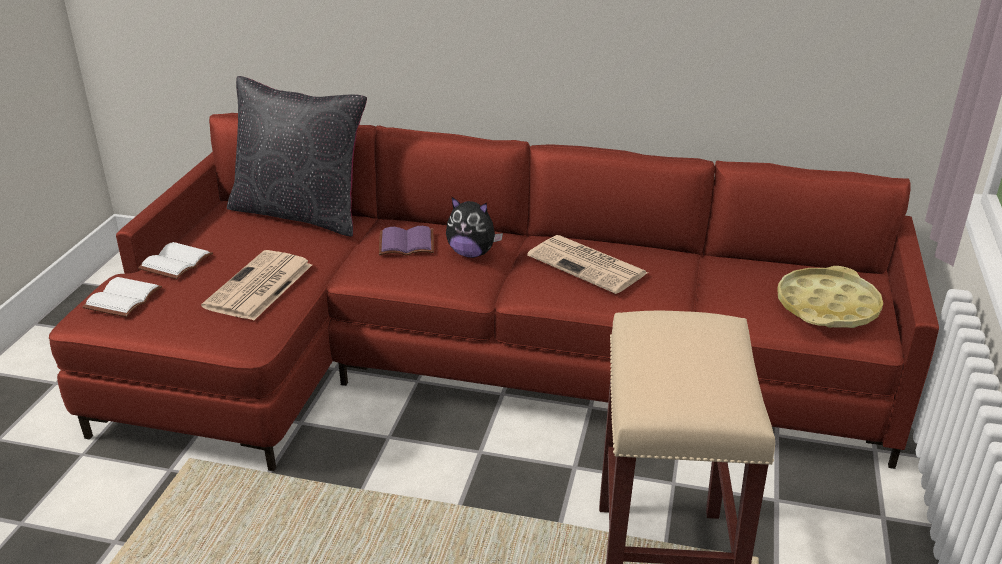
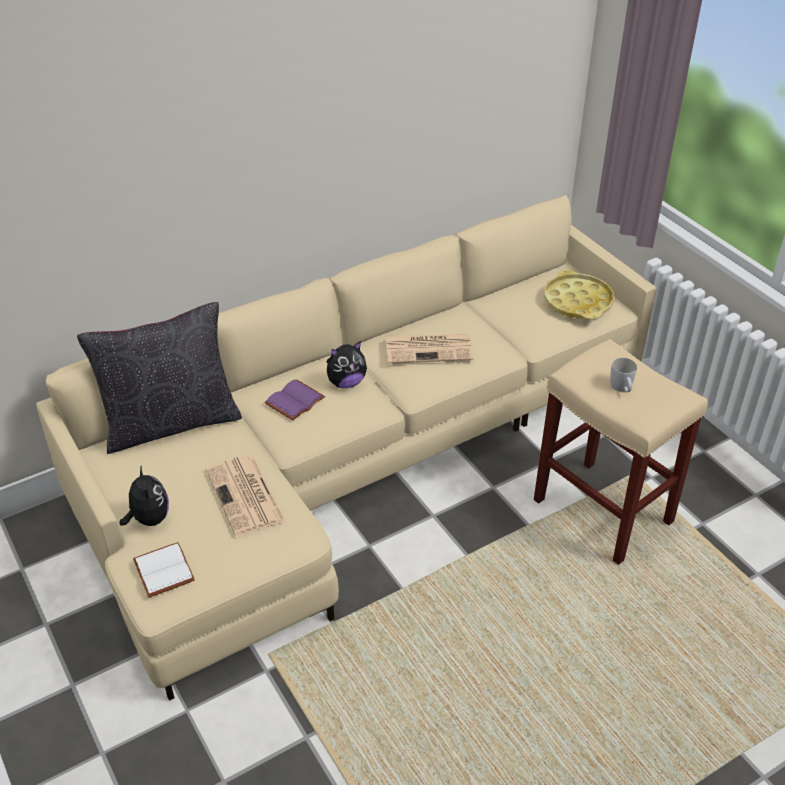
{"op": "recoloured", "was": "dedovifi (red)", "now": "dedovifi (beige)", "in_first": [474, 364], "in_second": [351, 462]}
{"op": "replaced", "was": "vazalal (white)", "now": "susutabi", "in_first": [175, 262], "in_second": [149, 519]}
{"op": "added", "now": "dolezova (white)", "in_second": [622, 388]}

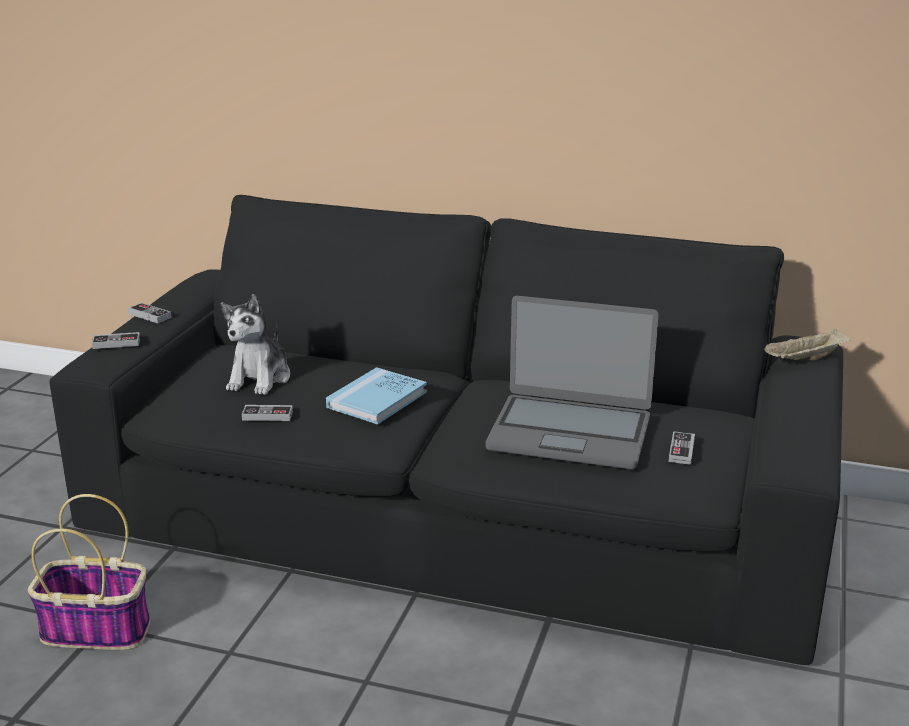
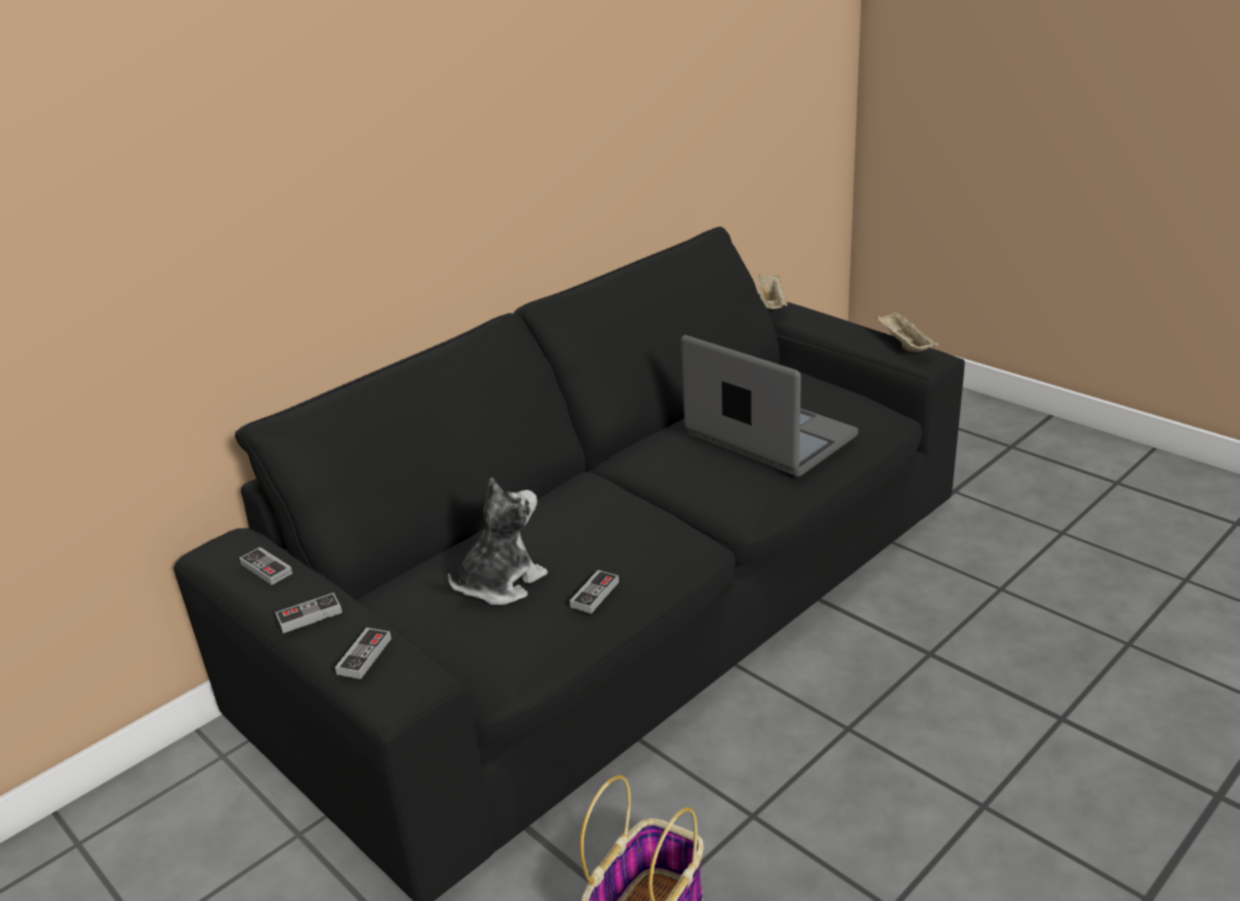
{"op": "turned", "was": "susutabi", "in_first": [260, 379], "in_second": [500, 583], "clockwise": -90}
{"op": "turned", "was": "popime", "in_first": [570, 432], "in_second": [769, 437], "clockwise": -90}
{"op": "removed", "was": "vazalal (blue)", "in_first": [377, 400]}
{"op": "moved", "was": "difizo", "in_first": [681, 450], "in_second": [266, 569]}
{"op": "added", "now": "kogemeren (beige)", "in_second": [904, 344]}

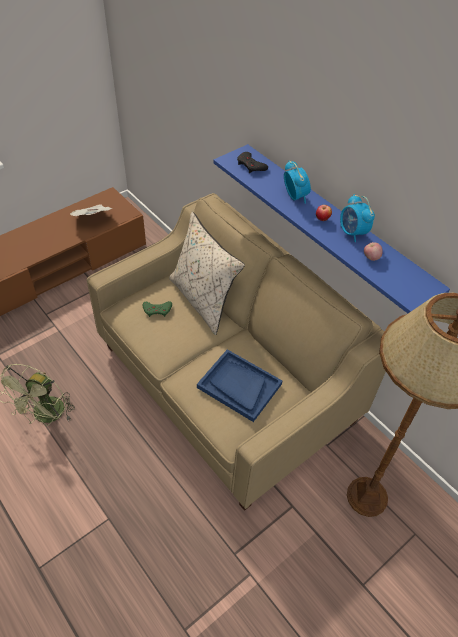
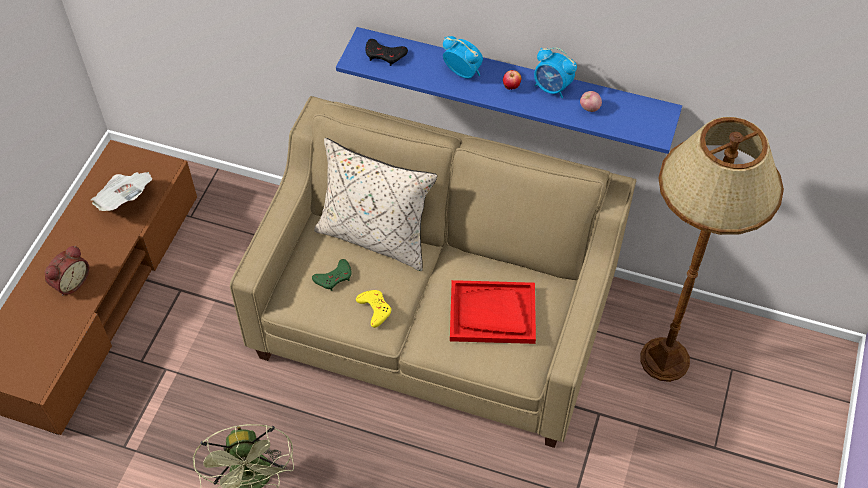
{"op": "recoloured", "was": "kogemeren (blue)", "now": "kogemeren (red)", "in_first": [239, 386], "in_second": [492, 314]}
{"op": "added", "now": "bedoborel", "in_second": [70, 282]}
{"op": "added", "now": "difizo (yellow)", "in_second": [375, 309]}

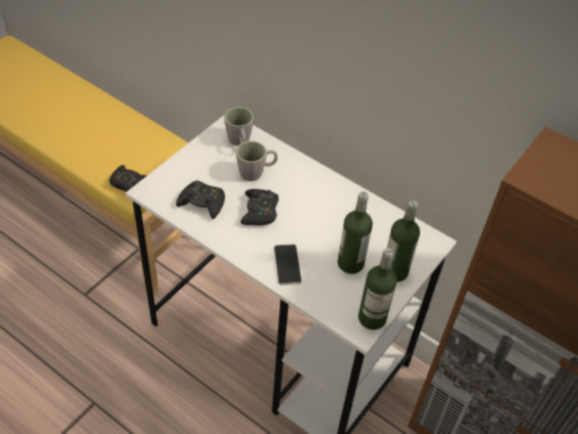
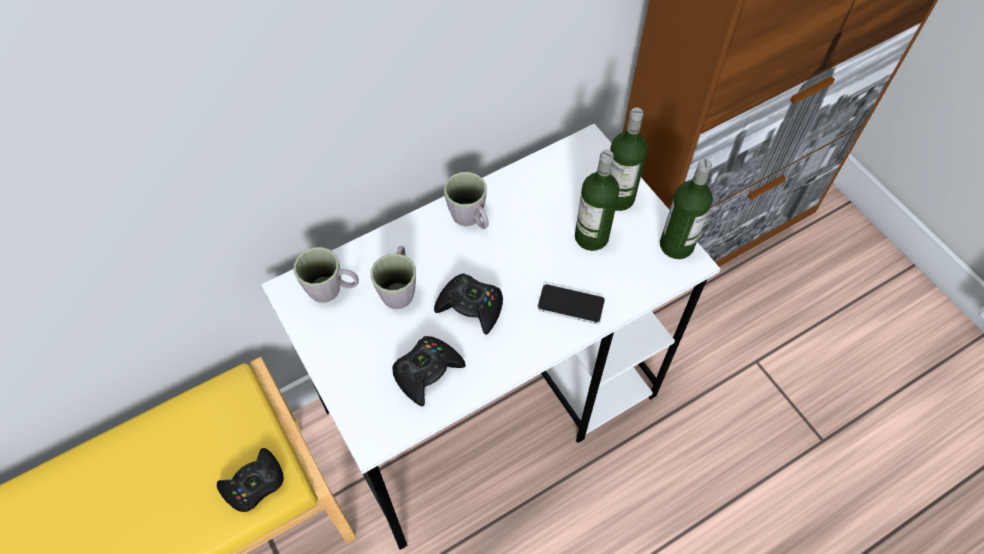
{"op": "added", "now": "dolezova (grey)", "in_second": [470, 219]}

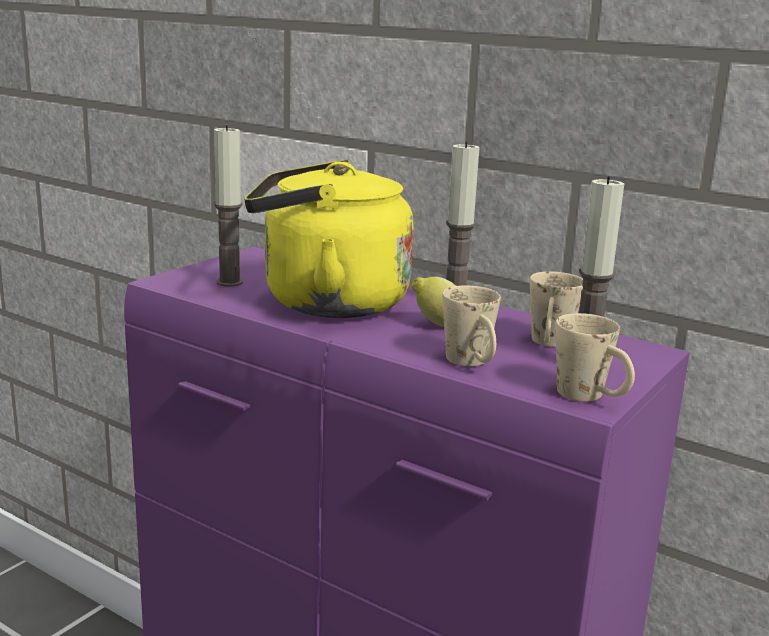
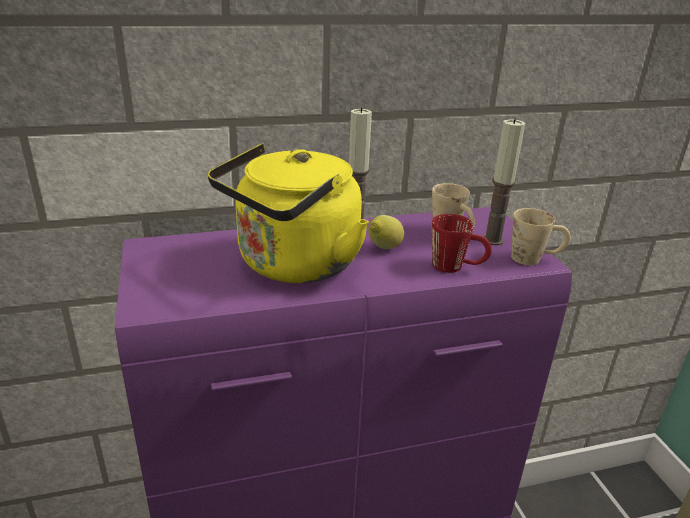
{"op": "removed", "was": "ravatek", "in_first": [229, 282]}
{"op": "recoloured", "was": "dolezova (beige)", "now": "dolezova (red)", "in_first": [473, 364], "in_second": [457, 267]}

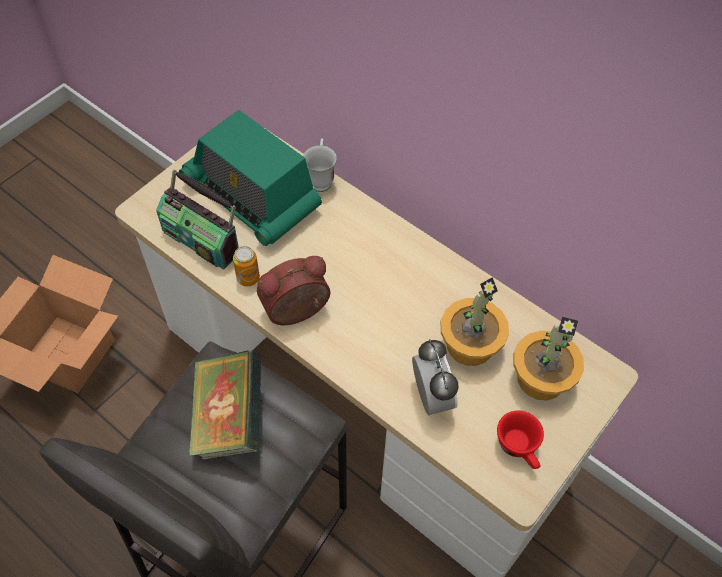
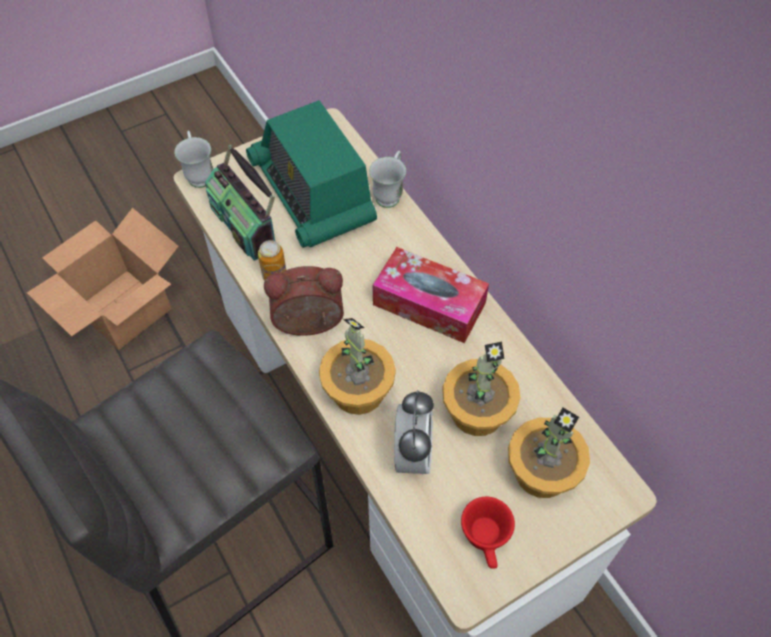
{"op": "removed", "was": "vazalal", "in_first": [229, 419]}
{"op": "added", "now": "dolezova (white)", "in_second": [199, 174]}
{"op": "added", "now": "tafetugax", "in_second": [429, 304]}
{"op": "added", "now": "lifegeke", "in_second": [357, 391]}

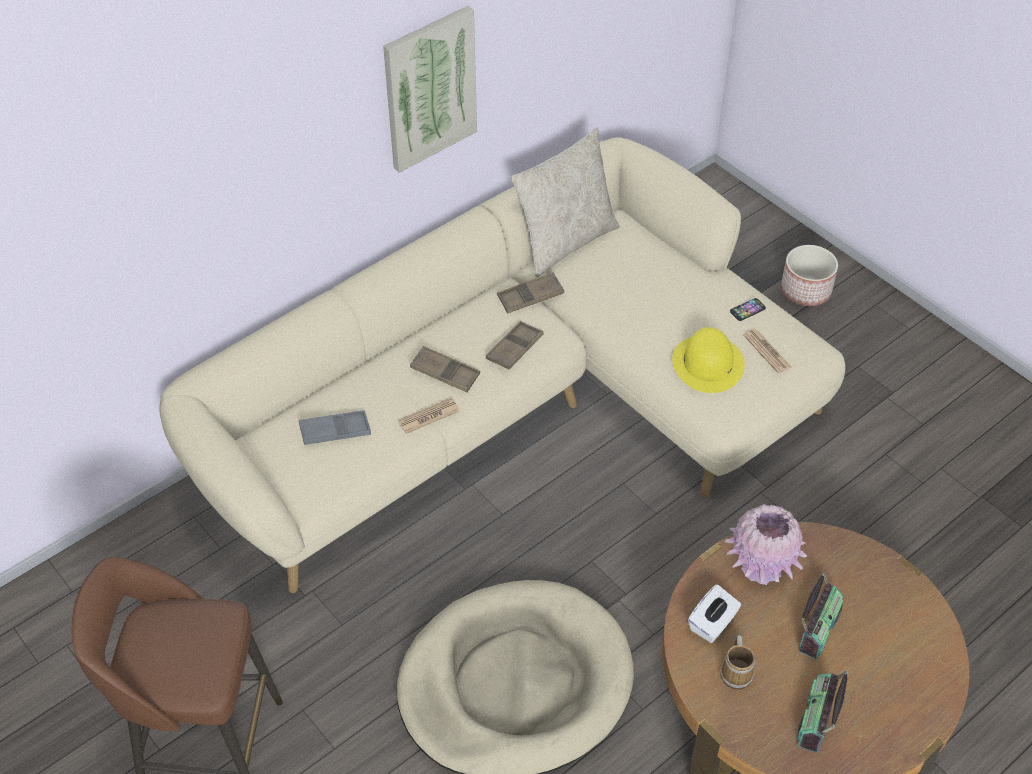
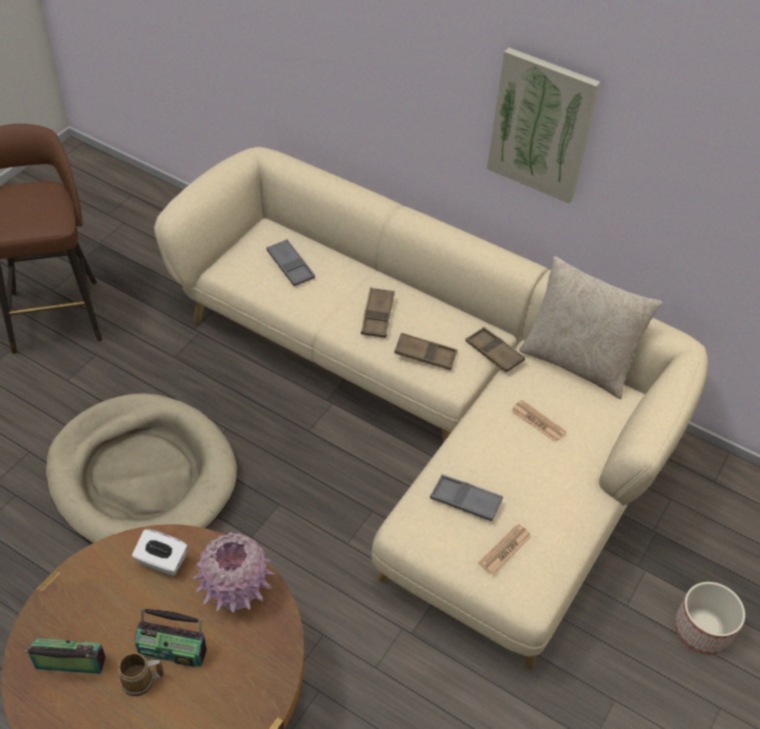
{"op": "removed", "was": "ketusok", "in_first": [747, 310]}
{"op": "replaced", "was": "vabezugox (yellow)", "now": "kogemeren (grey)", "in_first": [708, 363], "in_second": [465, 501]}
{"op": "moved", "was": "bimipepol", "in_first": [428, 416], "in_second": [538, 421]}
{"op": "moved", "was": "dolezova", "in_first": [737, 673], "in_second": [140, 681]}

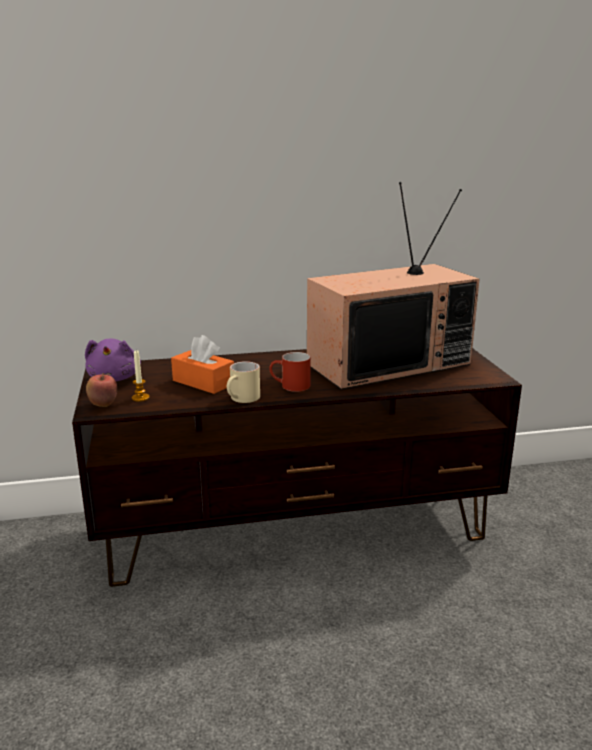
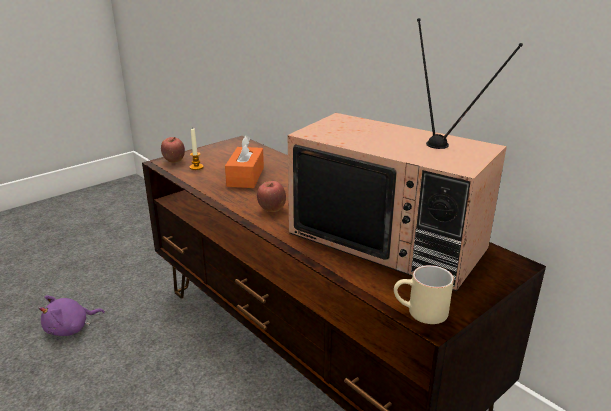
{"op": "moved", "was": "susutabi (purple)", "in_first": [115, 378], "in_second": [70, 328]}
{"op": "replaced", "was": "dolezova (red)", "now": "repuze", "in_first": [290, 386], "in_second": [272, 210]}
{"op": "moved", "was": "dolezova (beige)", "in_first": [242, 399], "in_second": [420, 312]}

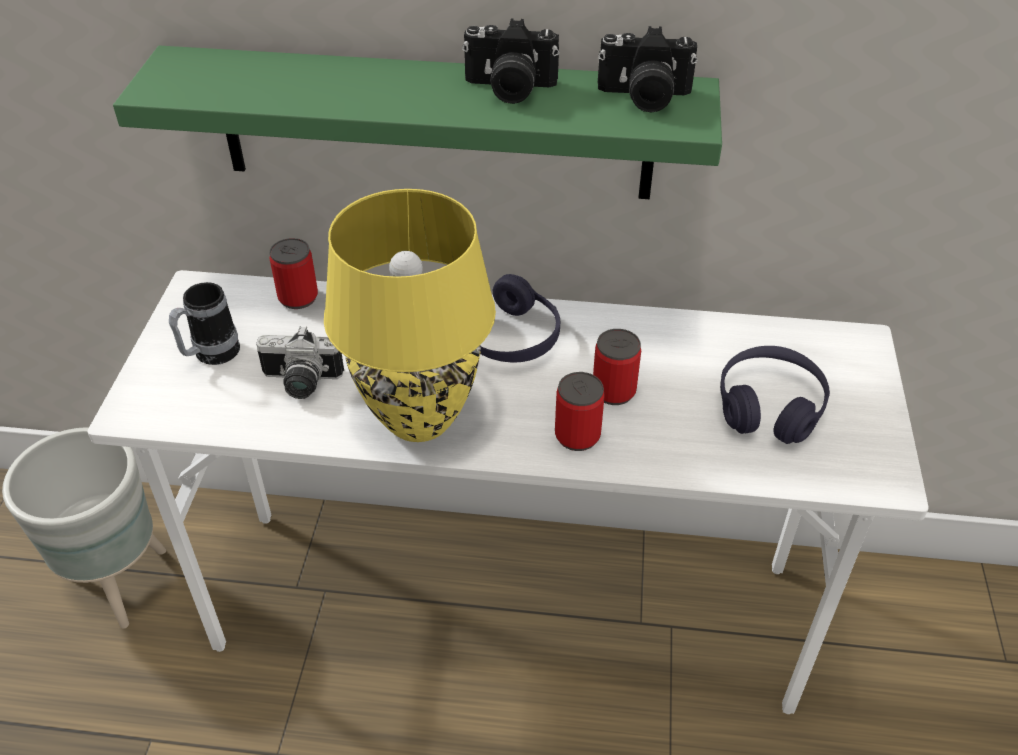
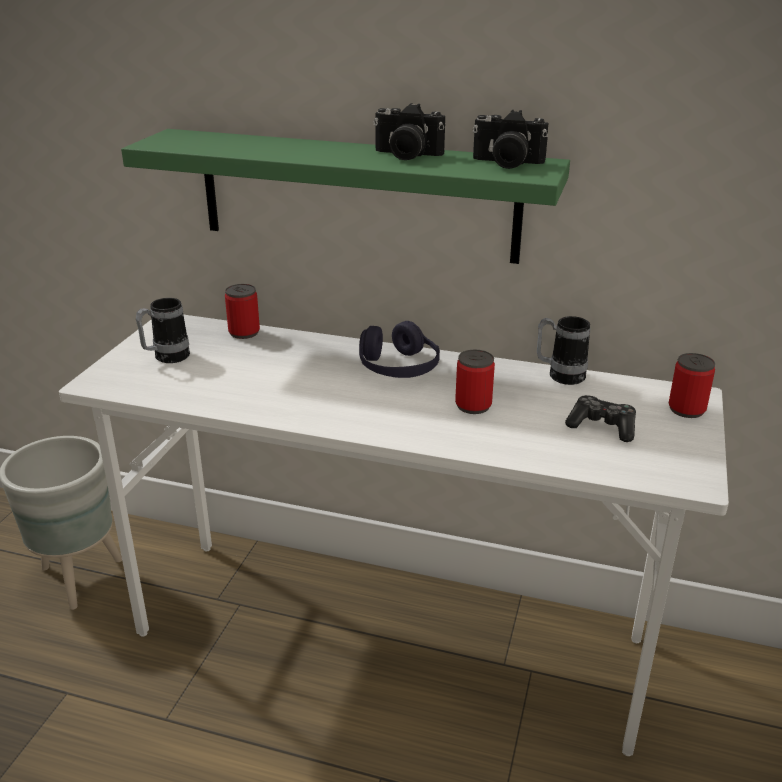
{"op": "removed", "was": "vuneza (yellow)", "in_first": [417, 418]}
{"op": "removed", "was": "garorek", "in_first": [300, 383]}
{"op": "replaced", "was": "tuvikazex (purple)", "now": "difizo", "in_first": [769, 406], "in_second": [602, 427]}
{"op": "moved", "was": "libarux", "in_first": [577, 436], "in_second": [686, 409]}
{"op": "added", "now": "dolezova", "in_second": [559, 376]}

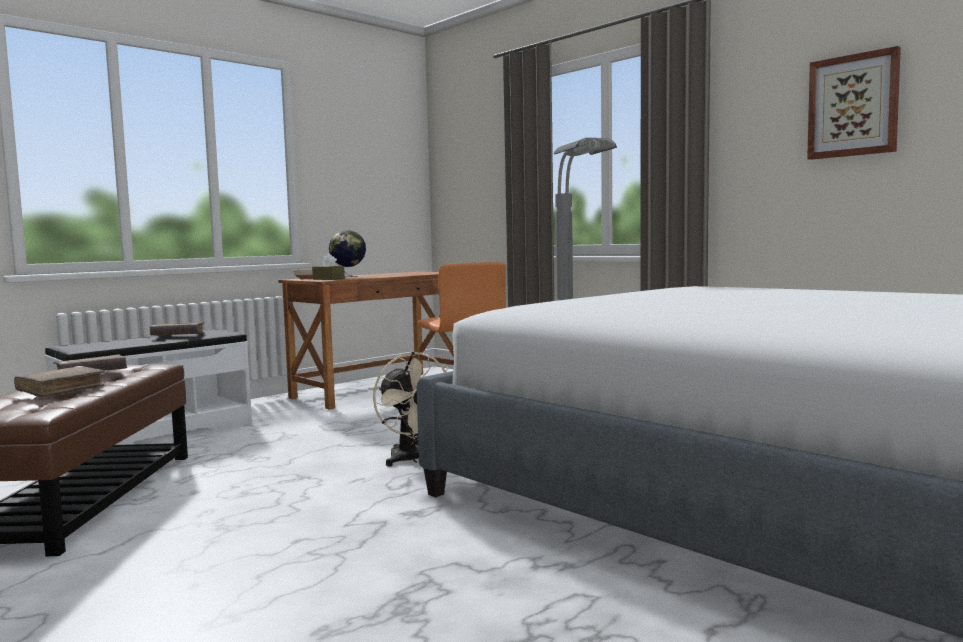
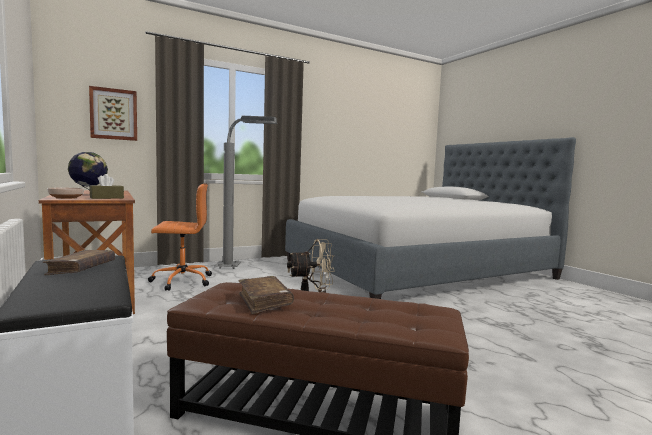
{"op": "moved", "was": "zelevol", "in_first": [853, 106], "in_second": [113, 114]}
{"op": "removed", "was": "vazalal (brown)", "in_first": [61, 390]}

